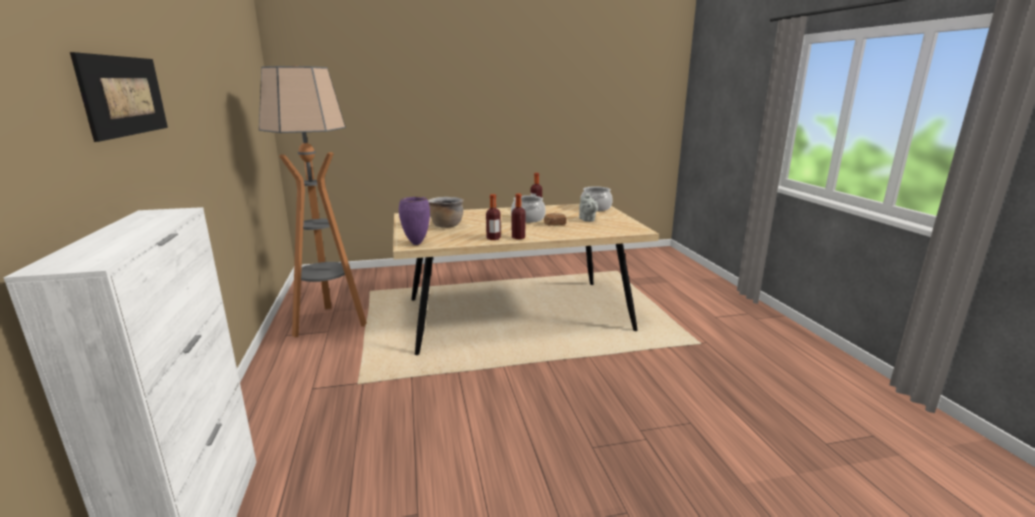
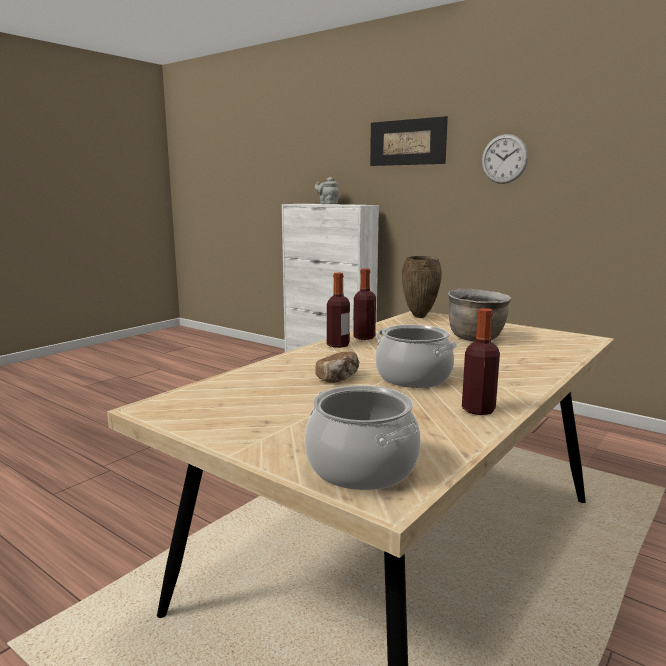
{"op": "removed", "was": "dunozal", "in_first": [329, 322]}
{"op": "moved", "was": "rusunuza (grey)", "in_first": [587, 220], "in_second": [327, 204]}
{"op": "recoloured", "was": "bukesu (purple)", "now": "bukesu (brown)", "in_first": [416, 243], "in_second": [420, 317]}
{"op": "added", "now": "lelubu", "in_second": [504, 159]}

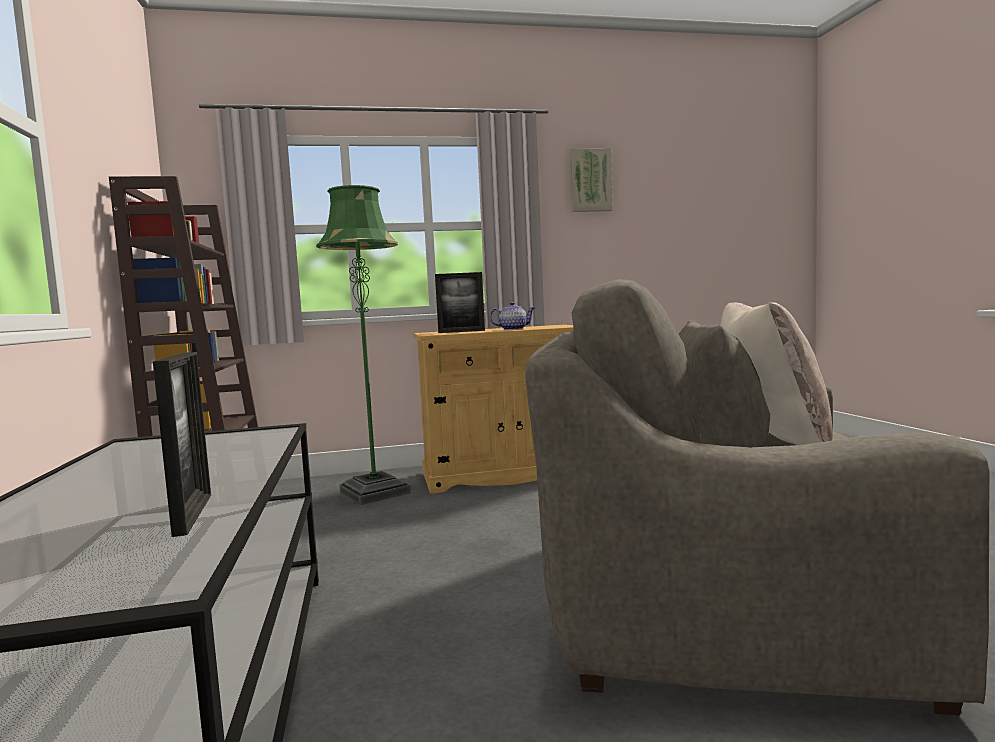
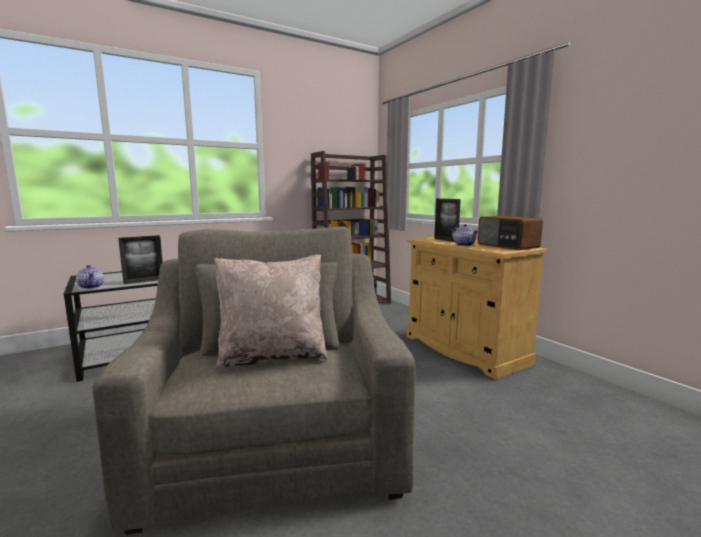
{"op": "removed", "was": "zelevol", "in_first": [590, 180]}
{"op": "removed", "was": "dunozal (green)", "in_first": [375, 493]}
{"op": "added", "now": "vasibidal", "in_second": [507, 246]}
{"op": "added", "now": "rusunuza", "in_second": [91, 287]}

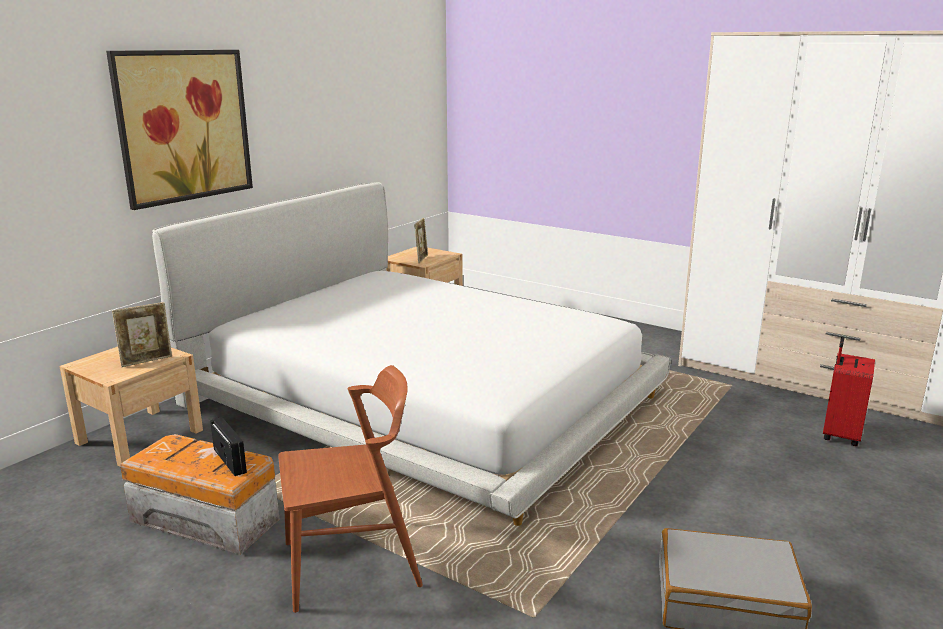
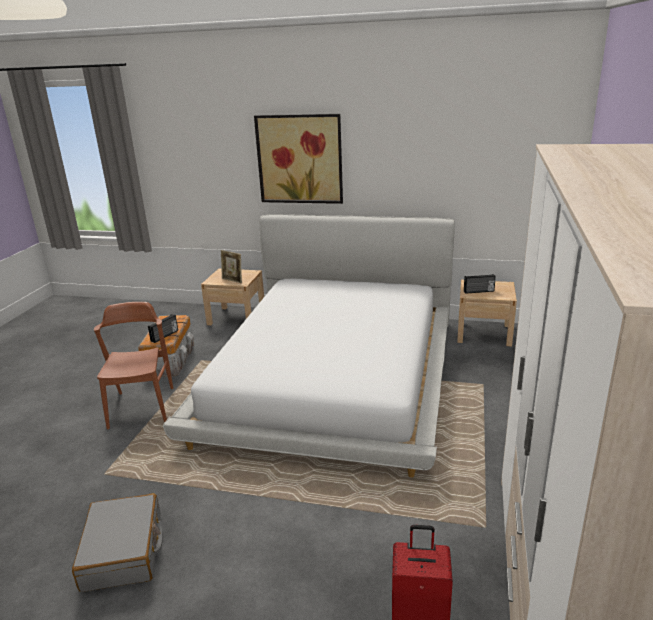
{"op": "replaced", "was": "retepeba", "now": "vasibidal", "in_first": [421, 259], "in_second": [479, 291]}
{"op": "turned", "was": "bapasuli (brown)", "in_first": [352, 564], "in_second": [142, 407], "clockwise": -150}

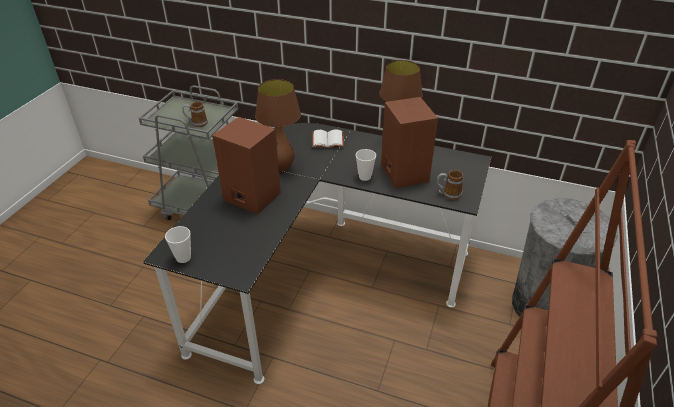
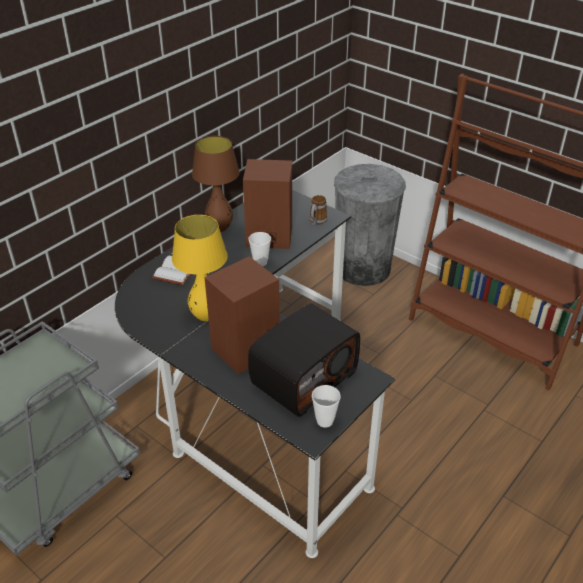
{"op": "recoloured", "was": "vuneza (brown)", "now": "vuneza (yellow)", "in_first": [282, 167], "in_second": [205, 316]}
{"op": "removed", "was": "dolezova", "in_first": [196, 123]}
{"op": "added", "now": "vasibidal", "in_second": [303, 377]}

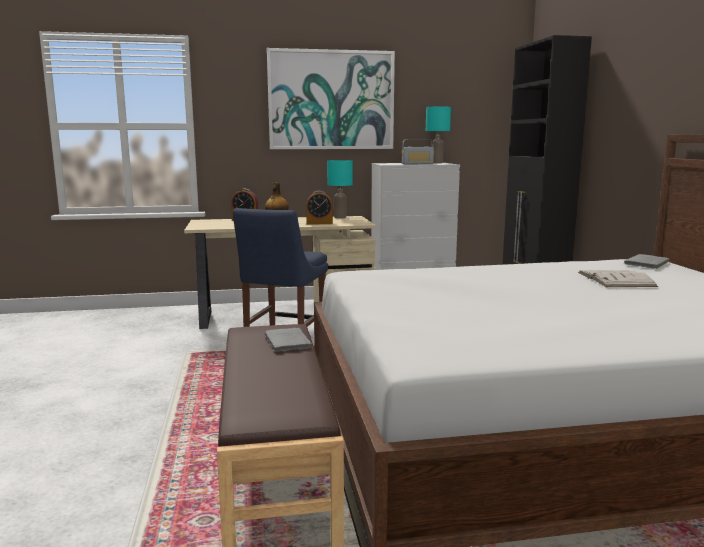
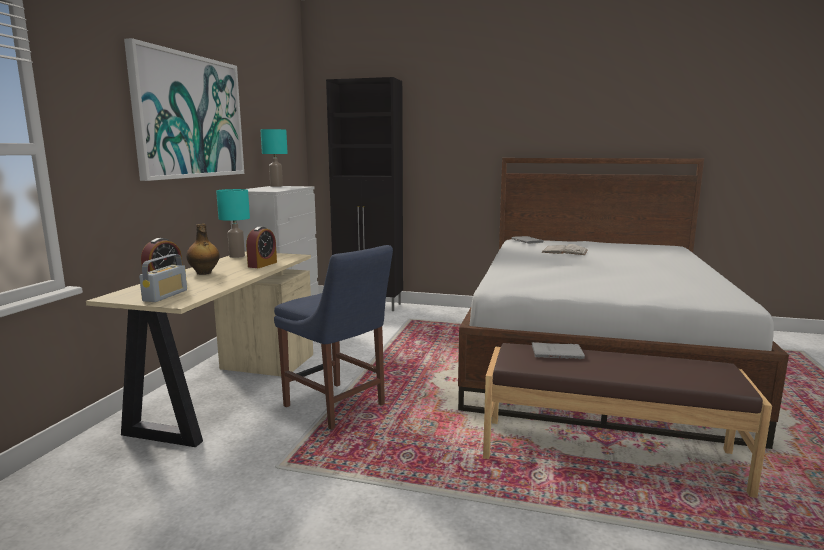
{"op": "moved", "was": "vasibidal", "in_first": [417, 164], "in_second": [165, 295]}

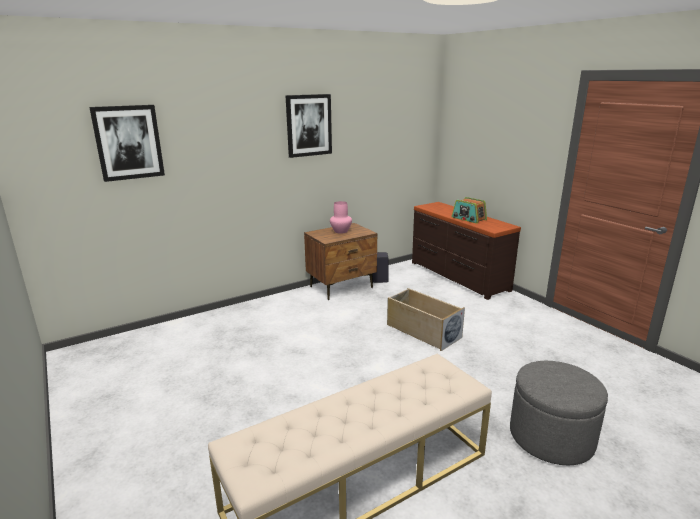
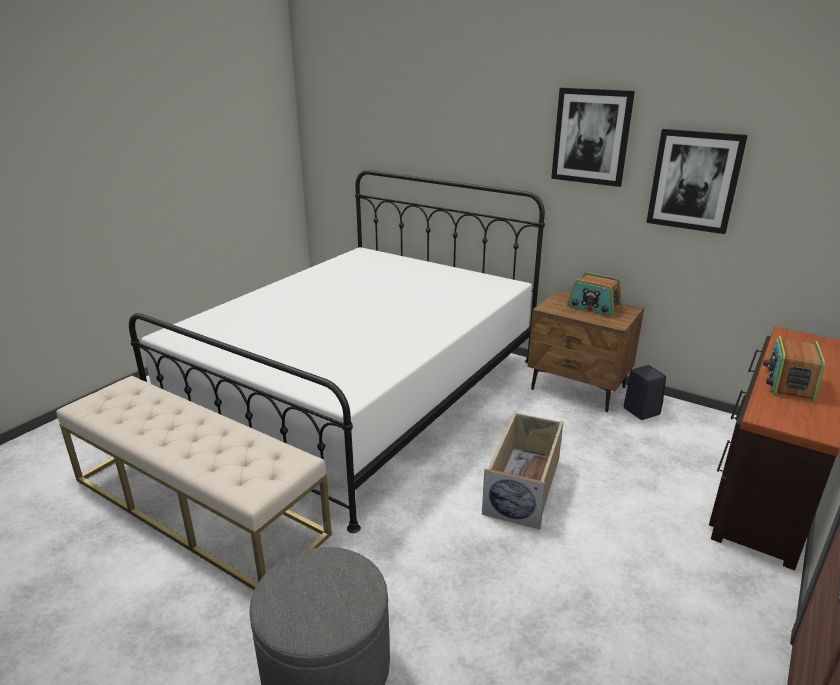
{"op": "moved", "was": "zelevol", "in_first": [128, 142], "in_second": [694, 181]}
{"op": "replaced", "was": "bukesu (pink)", "now": "vasibidal", "in_first": [341, 231], "in_second": [593, 307]}
{"op": "added", "now": "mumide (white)", "in_second": [359, 392]}

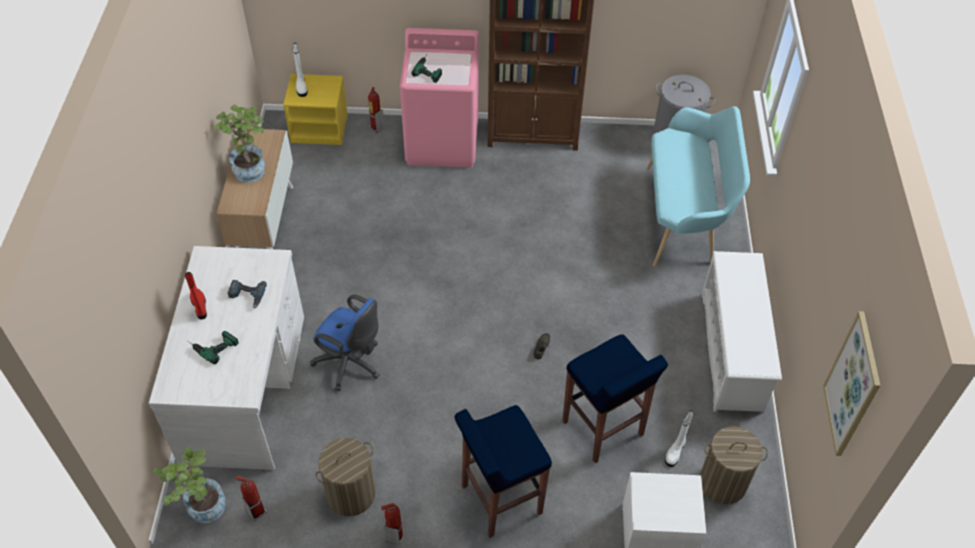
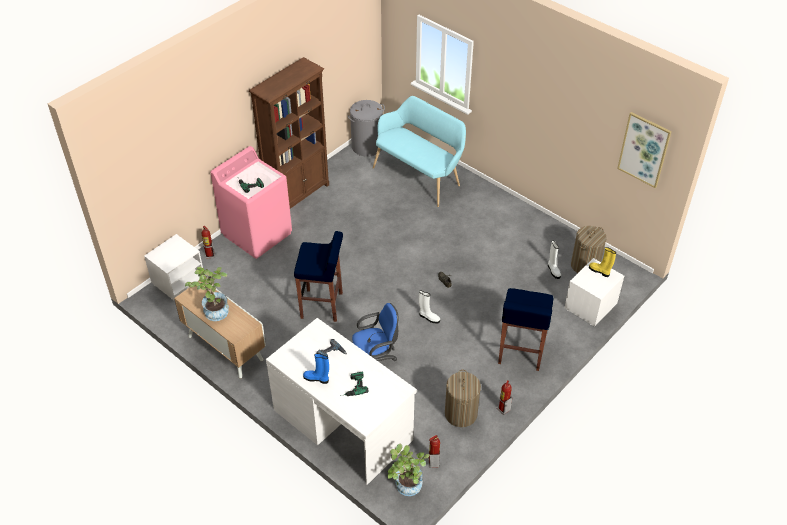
{"op": "moved", "was": "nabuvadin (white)", "in_first": [301, 86], "in_second": [428, 317]}
{"op": "recoloured", "was": "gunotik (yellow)", "now": "gunotik (white)", "in_first": [320, 128], "in_second": [178, 280]}
{"op": "removed", "was": "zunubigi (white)", "in_first": [731, 351]}
{"op": "recoloured", "was": "nabuvadin (red)", "now": "nabuvadin (blue)", "in_first": [199, 306], "in_second": [317, 378]}
{"op": "moved", "was": "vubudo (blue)", "in_first": [603, 429], "in_second": [322, 306]}
{"op": "added", "now": "nabuvadin (yellow)", "in_second": [599, 271]}

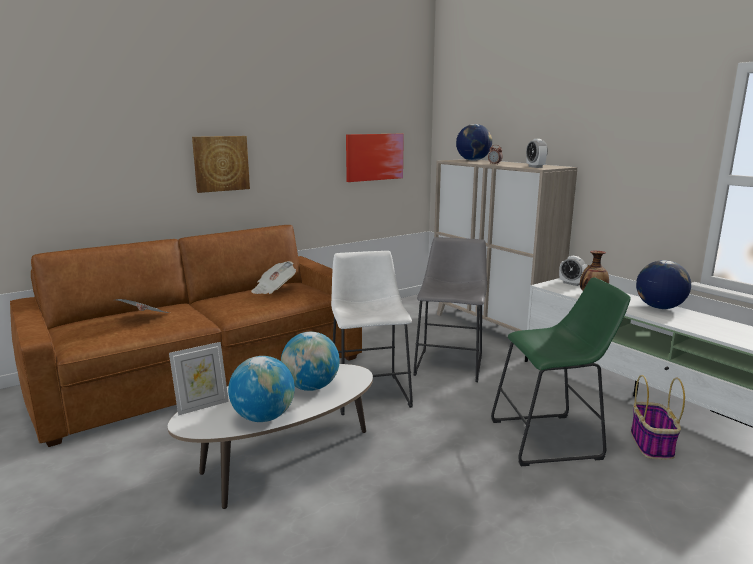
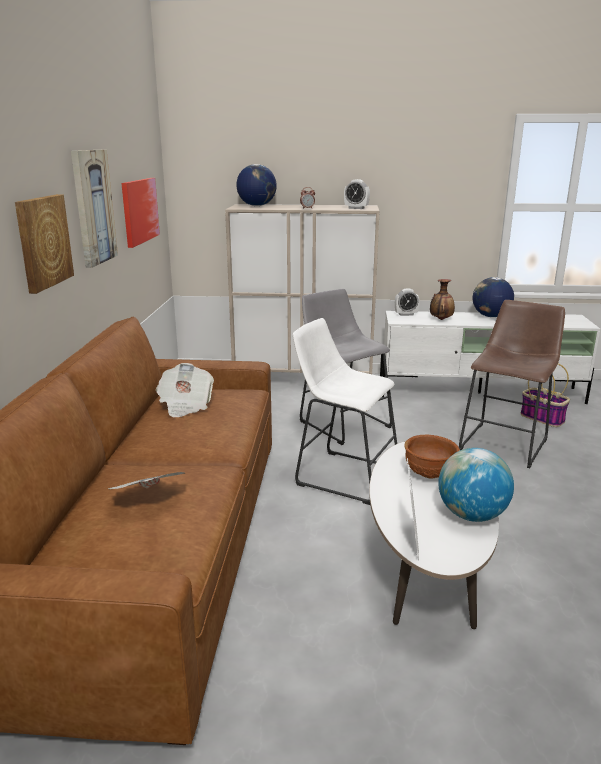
{"op": "recoloured", "was": "vubudo (green)", "now": "vubudo (brown)", "in_first": [551, 439], "in_second": [505, 442]}
{"op": "replaced", "was": "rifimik", "now": "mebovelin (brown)", "in_first": [311, 387], "in_second": [429, 474]}
{"op": "added", "now": "zelevol", "in_second": [93, 207]}

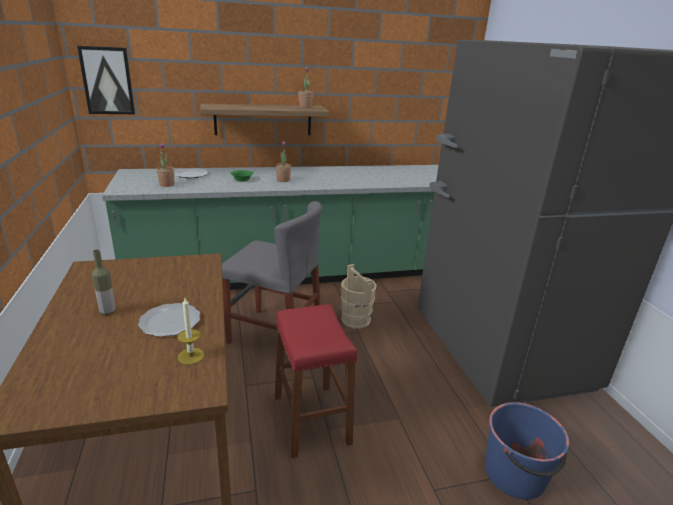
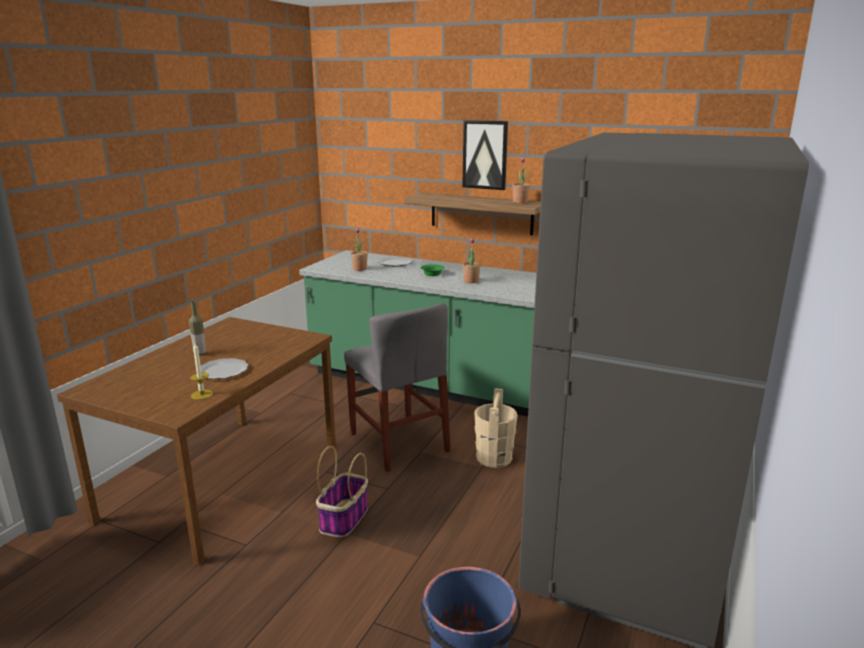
{"op": "moved", "was": "zelevol", "in_first": [107, 81], "in_second": [485, 155]}
{"op": "replaced", "was": "vubudo (red)", "now": "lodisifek", "in_first": [311, 419], "in_second": [344, 519]}

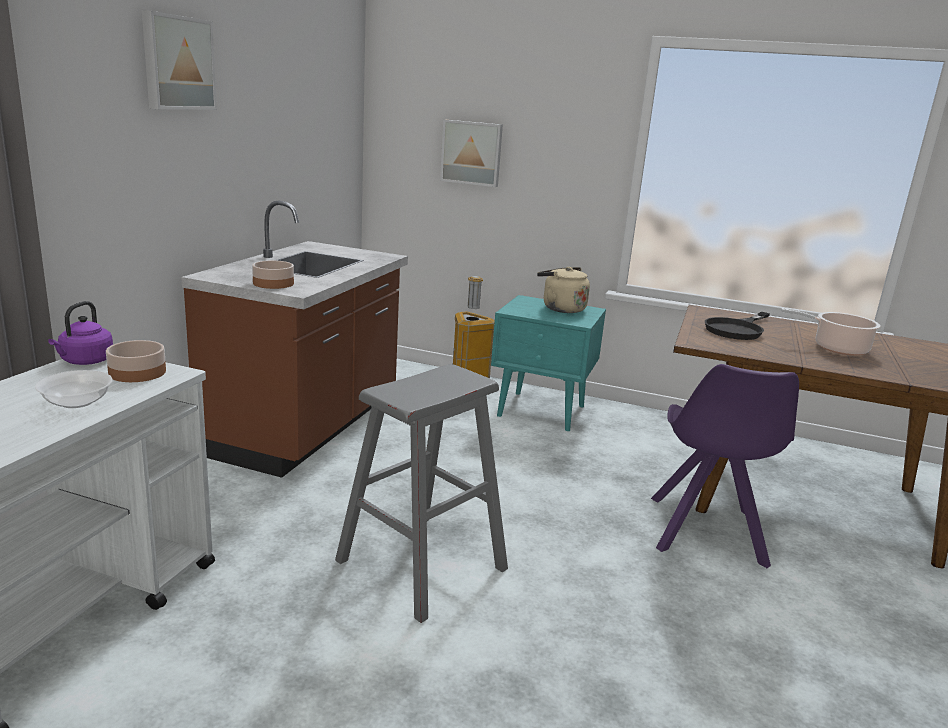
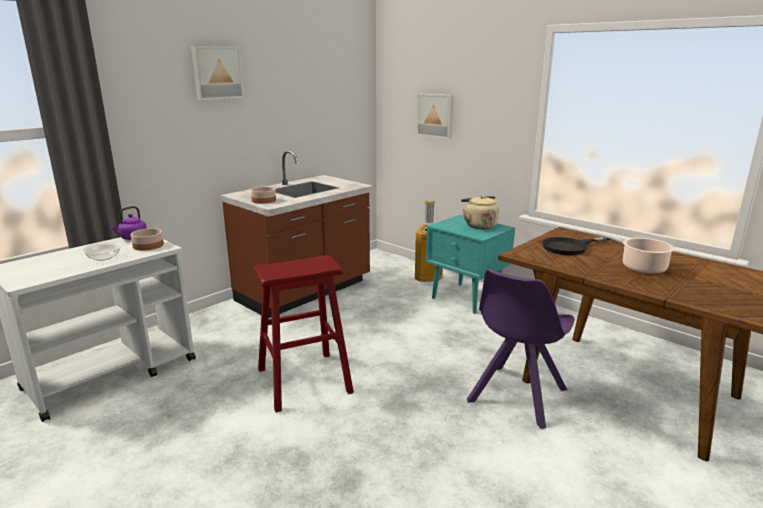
{"op": "recoloured", "was": "vubudo (grey)", "now": "vubudo (red)", "in_first": [422, 564], "in_second": [304, 380]}

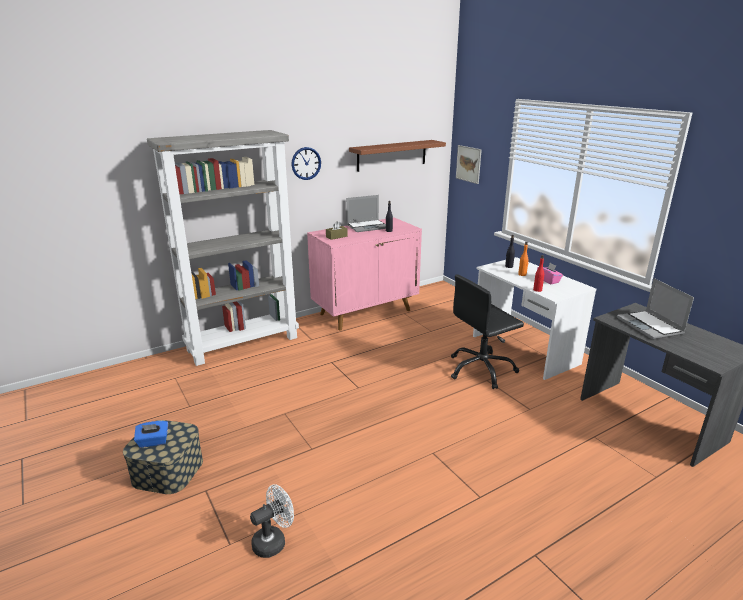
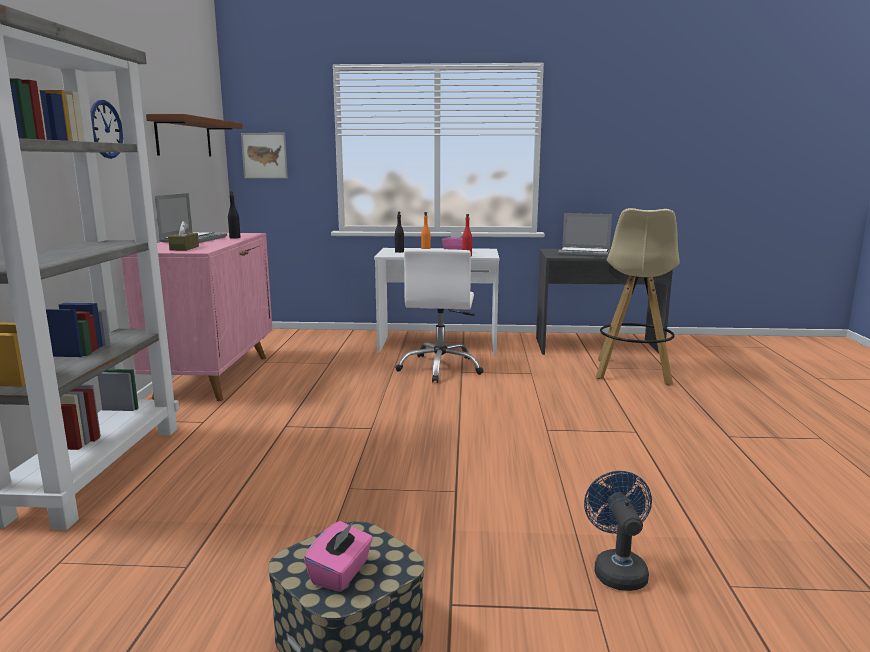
{"op": "recoloured", "was": "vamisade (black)", "now": "vamisade (white)", "in_first": [481, 369], "in_second": [440, 368]}
{"op": "recoloured", "was": "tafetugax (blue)", "now": "tafetugax (pink)", "in_first": [153, 442], "in_second": [341, 573]}
{"op": "recoloured", "was": "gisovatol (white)", "now": "gisovatol (blue)", "in_first": [274, 541], "in_second": [617, 569]}
{"op": "added", "now": "vubudo (beige)", "in_second": [633, 373]}

